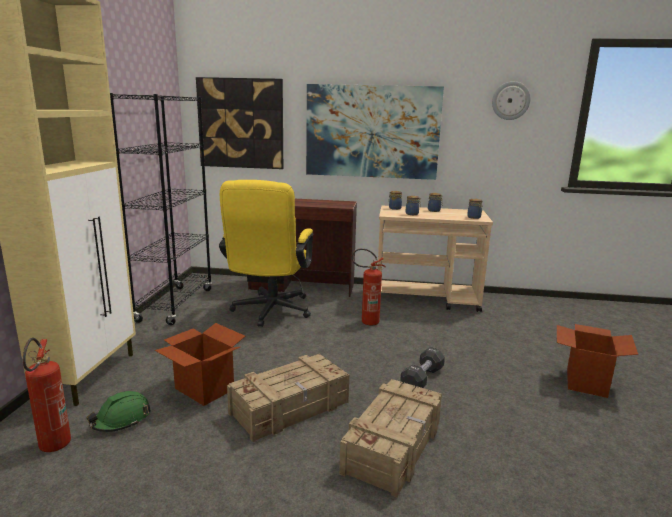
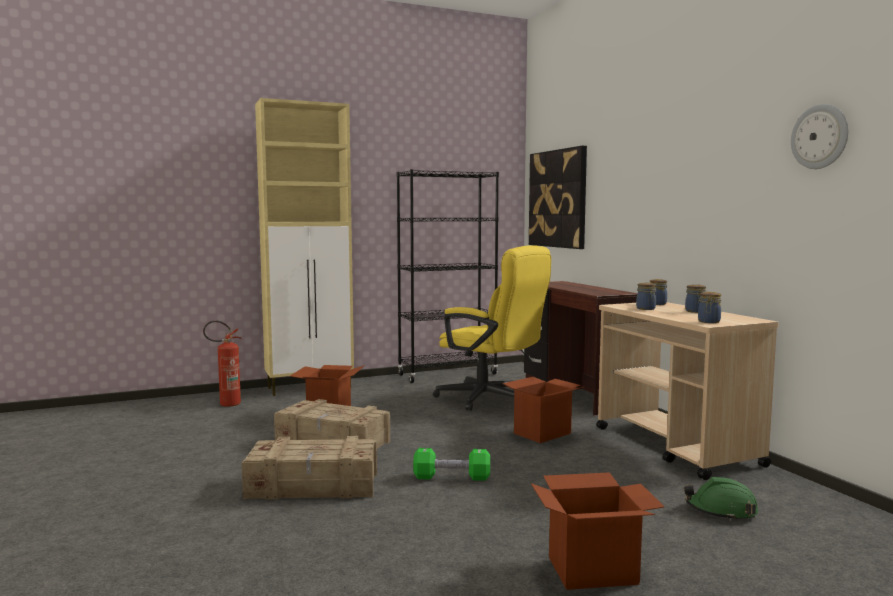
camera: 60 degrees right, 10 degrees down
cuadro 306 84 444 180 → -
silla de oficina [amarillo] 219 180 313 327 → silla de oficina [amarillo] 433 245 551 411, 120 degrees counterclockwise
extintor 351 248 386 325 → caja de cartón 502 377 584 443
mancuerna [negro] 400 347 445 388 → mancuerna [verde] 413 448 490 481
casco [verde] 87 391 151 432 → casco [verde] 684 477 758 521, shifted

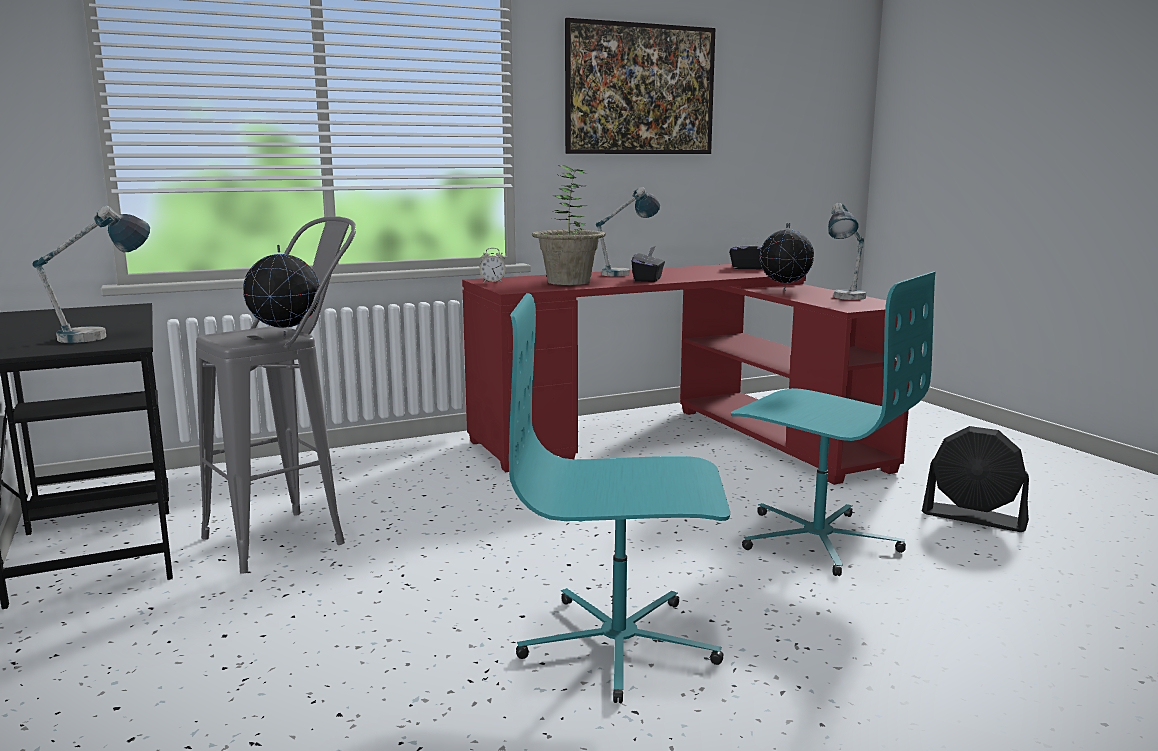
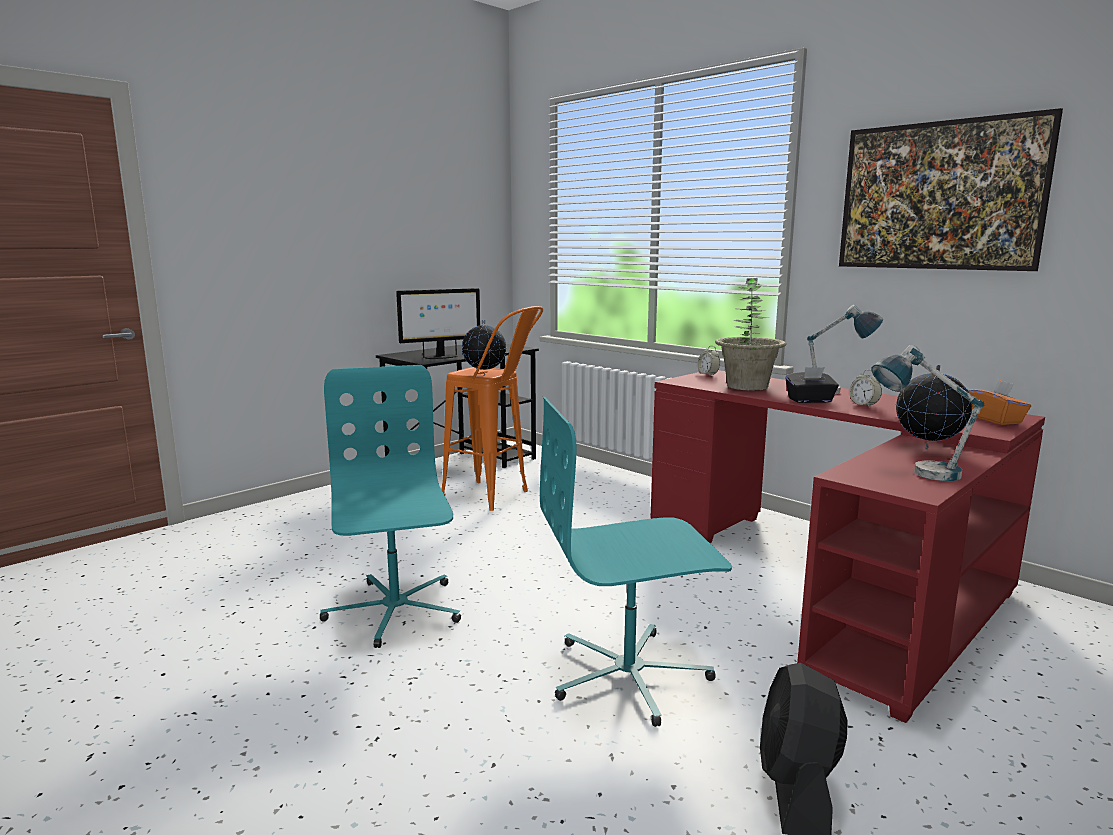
camera: 70 degrees right, 0 degrees up
lámpara de mesa 32 206 150 343 → monitor 396 288 480 359
taburete [gris] 196 216 356 573 → taburete [naranja] 441 306 543 511
caja de pañuelos [negro] 729 237 762 269 → caja de pañuelos [naranja] 968 380 1031 425
silla de oficina [turquesa] 731 271 936 576 → silla de oficina [turquesa] 540 397 732 727, 60 degrees clockwise
- → despertador 849 369 882 407

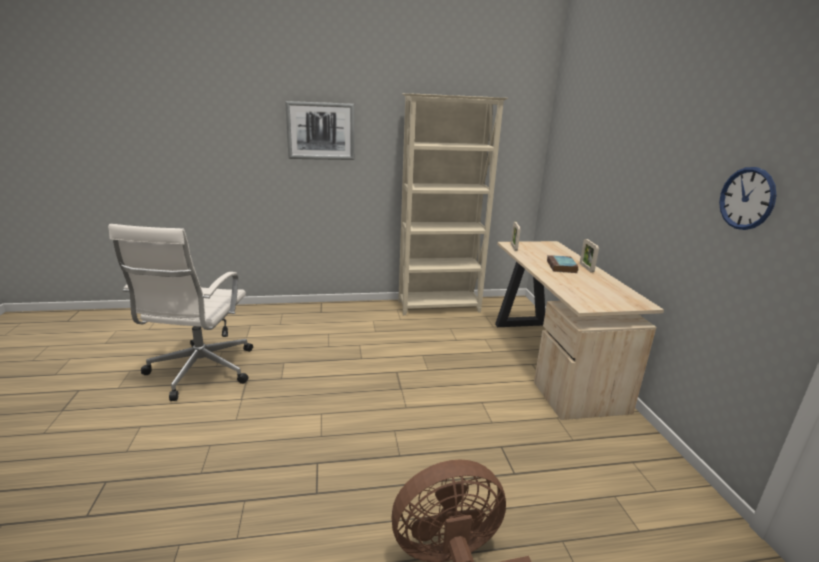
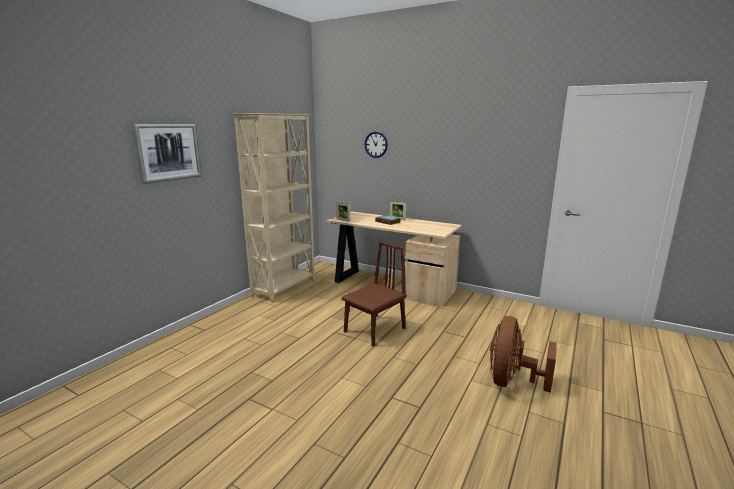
camera: 50 degrees left, 5 degrees down
reloj de pared 719 167 776 230 → reloj de pared 364 131 388 158, shifted
silla de oficina [blanco] 108 224 253 401 → -
- → silla [marrón] 342 242 406 346

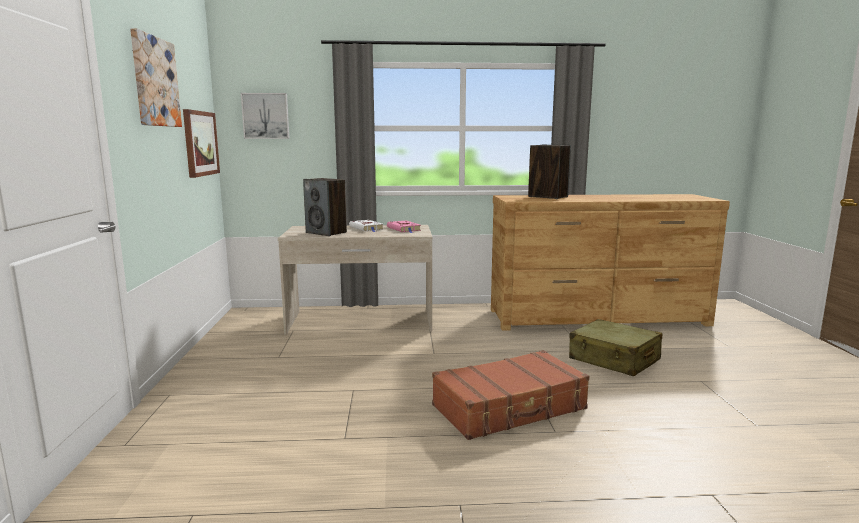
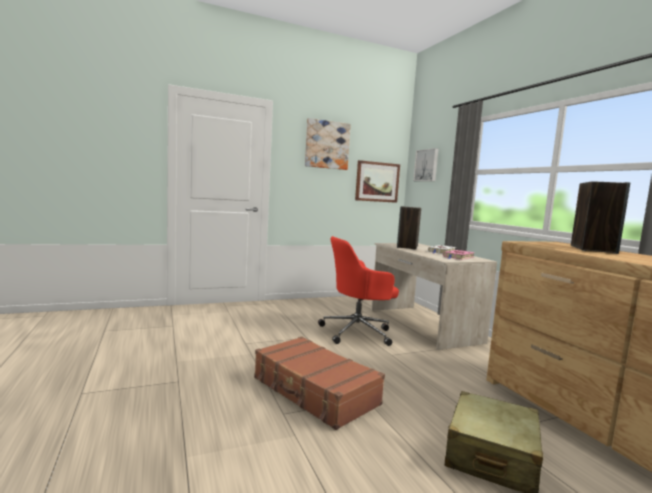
camera: 70 degrees right, 5 degrees down
- → silla de oficina [rojo] 318 236 399 346

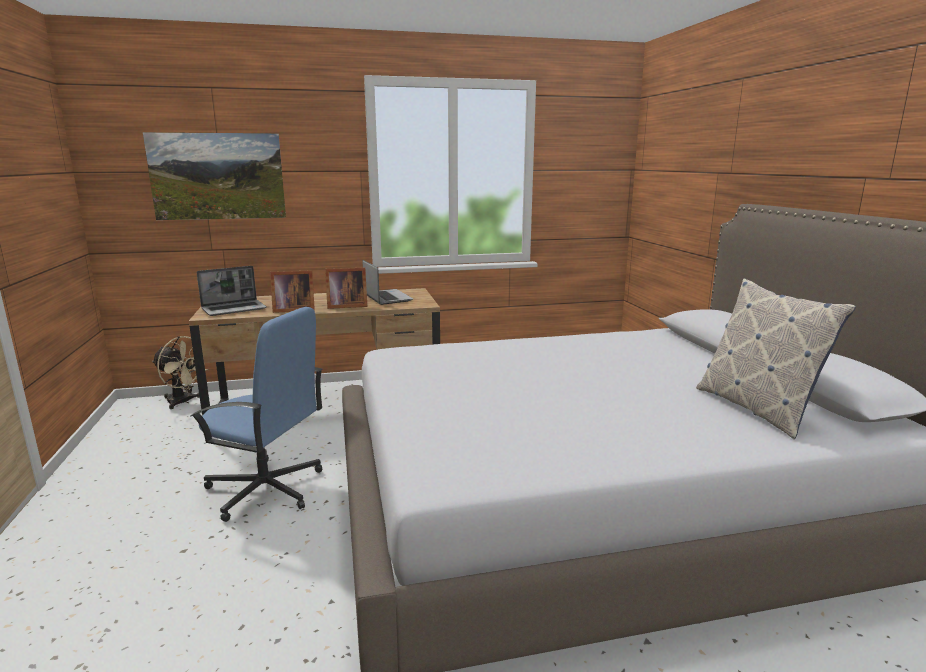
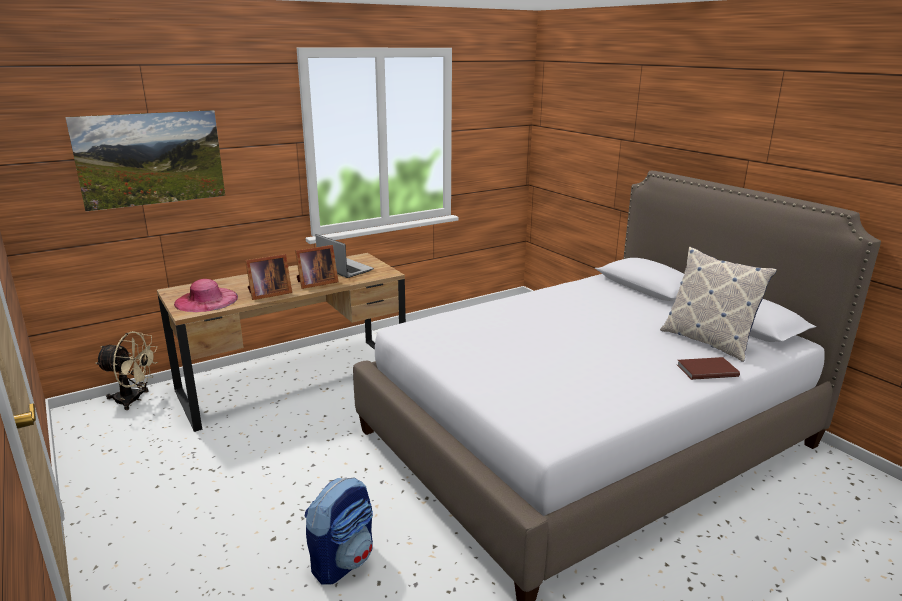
camera: 20 degrees left, 5 degrees up
portátil 197 266 267 316 → sombrero [rosa] 174 279 238 312
silla de oficina [azul] 190 307 323 522 → -
- → libro [marrón] 677 357 740 380
- → mochila 304 477 373 585

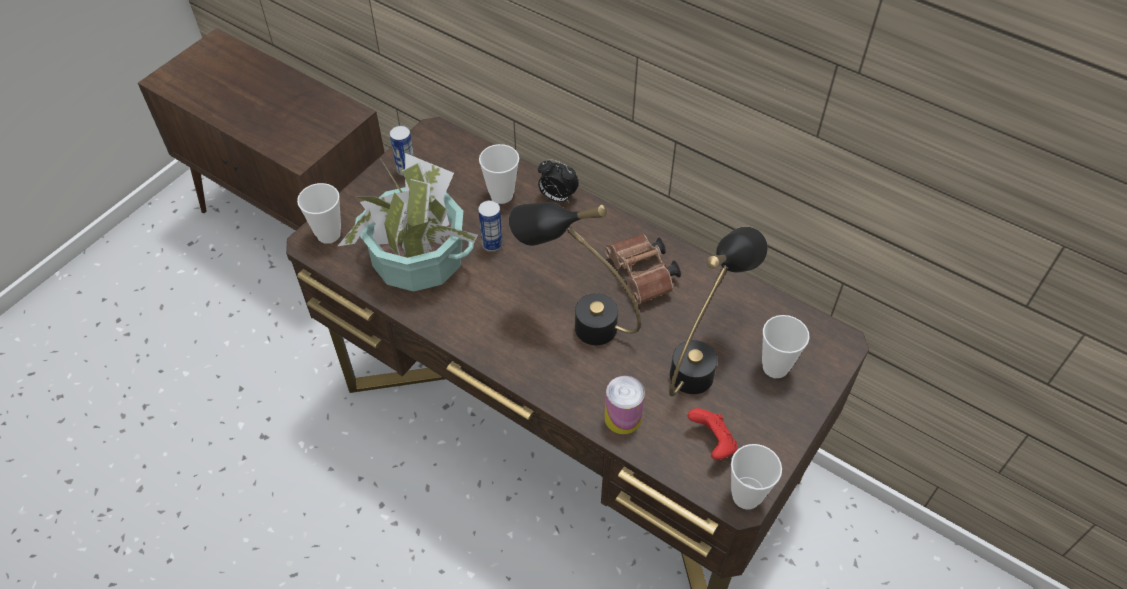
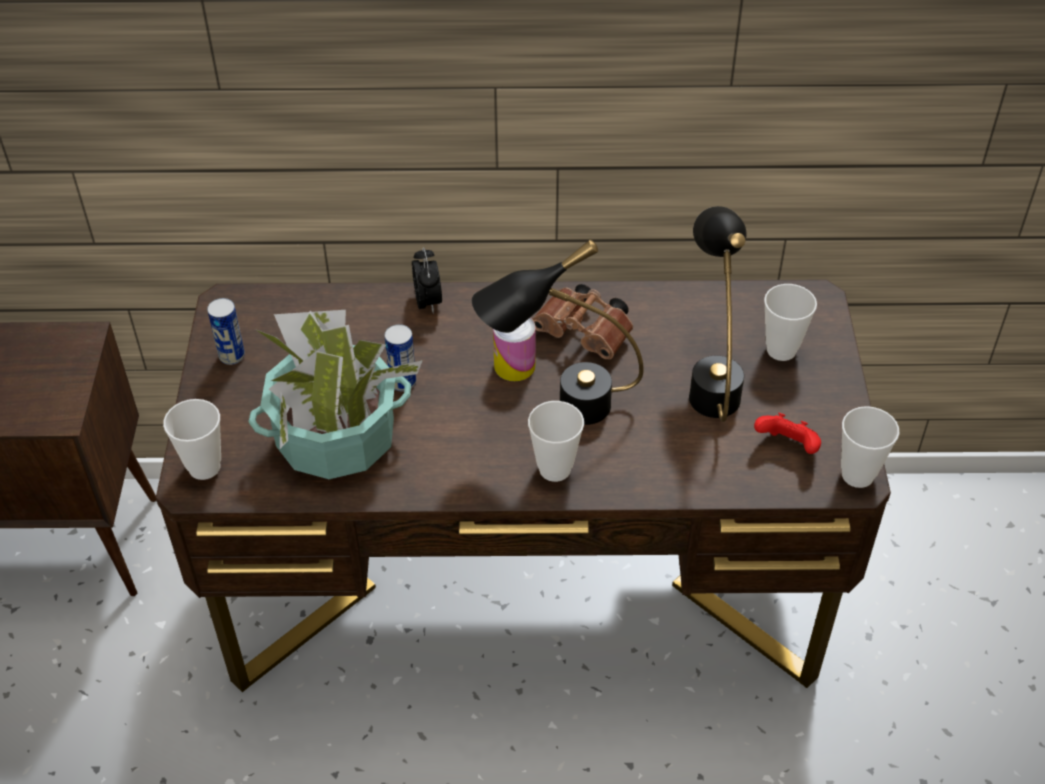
camera: 35 degrees left, 5 degrees down
taza 479 144 519 204 → taza 528 401 584 482, shifted
despertador 538 159 579 202 → despertador 412 247 442 314, 90 degrees counterclockwise
lata 605 376 645 434 → lata 493 318 536 381, shifted

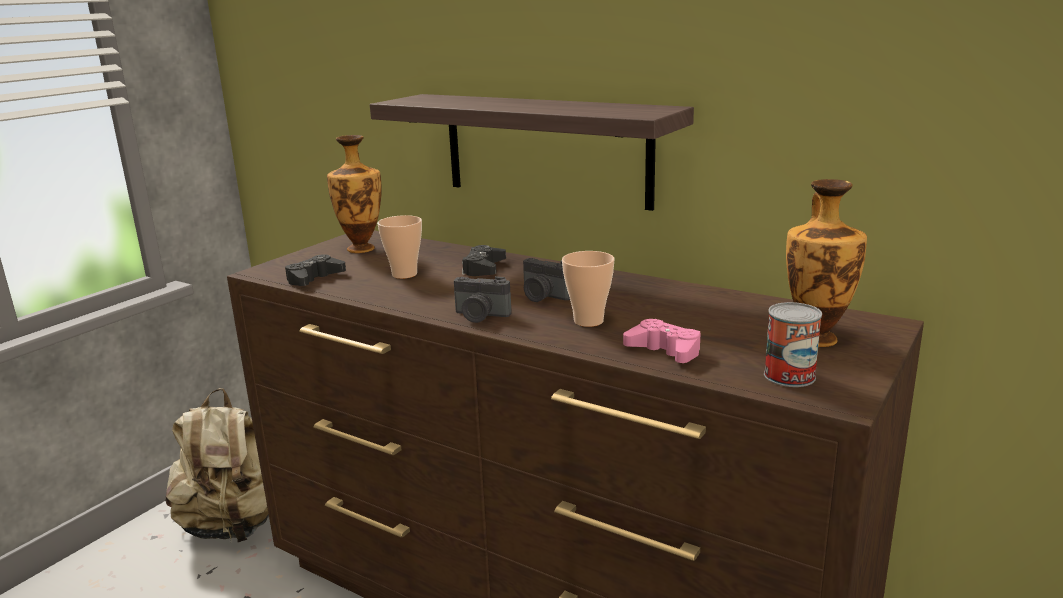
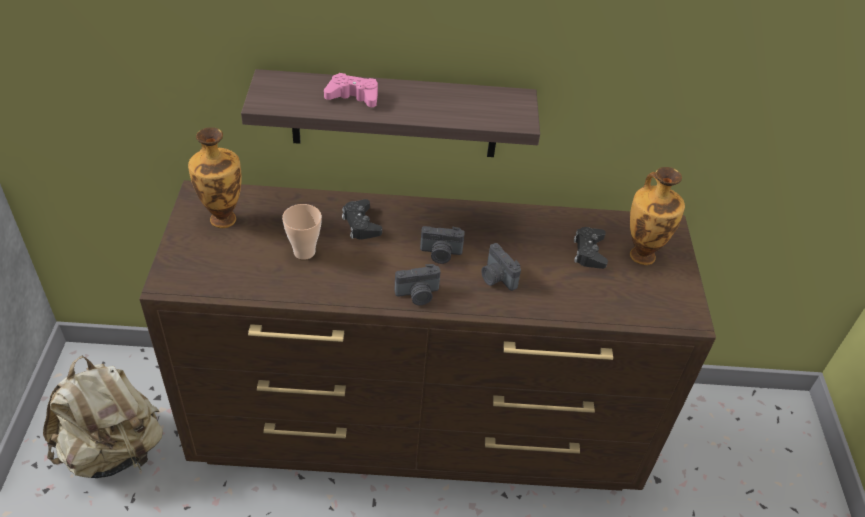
camera: 35 degrees left, 25 degrees up
taza 562 251 614 327 → cámara 481 243 521 291
mando de consola [negro] 285 254 346 286 → mando de consola [negro] 574 227 608 269, shifted
lata 764 302 822 387 → -
mando de consola [rosa] 623 319 701 363 → mando de consola [rosa] 324 73 378 107, shifted

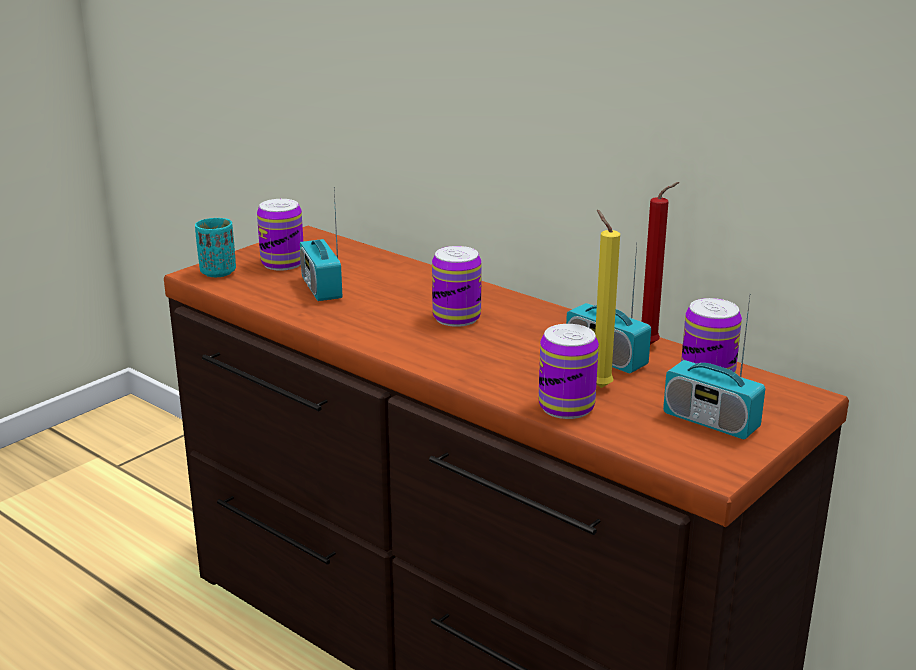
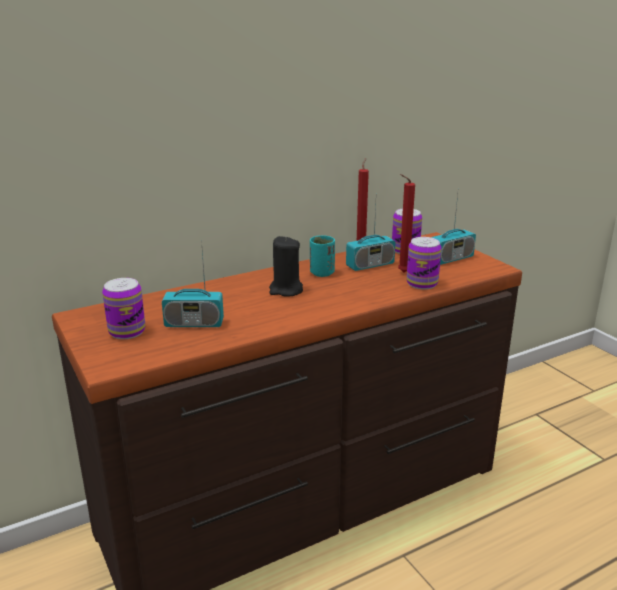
camera: 70 degrees left, 0 degrees up
vela [amarillo] 595 210 620 388 → vela [rojo] 398 174 415 272
taza [turquesa] 195 218 236 277 → taza [turquesa] 310 235 335 277, shifted
lata 432 246 482 327 → vela [negro] 269 236 303 296

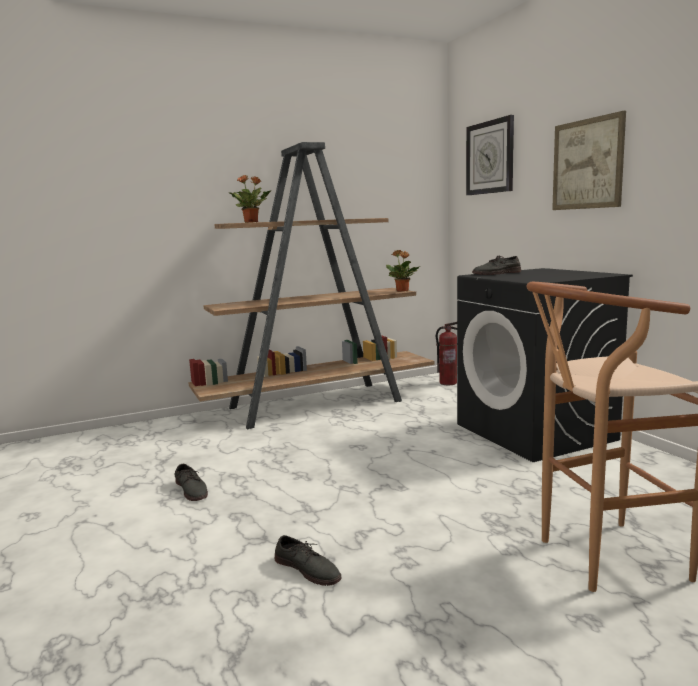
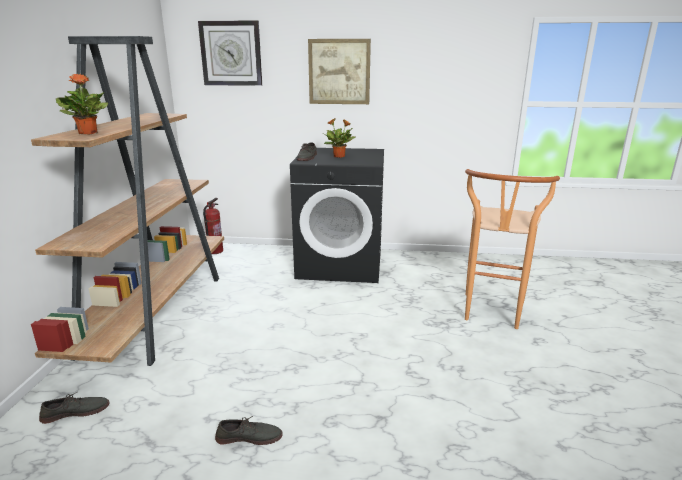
camera: 60 degrees left, 10 degrees up
planta en maceta 386 250 420 292 → planta en maceta 323 118 355 158, shifted
zapato [gris] 275 535 341 586 → zapato [gris] 39 392 110 424, shifted

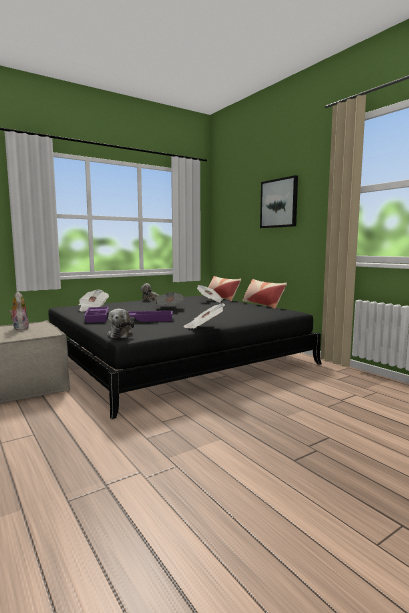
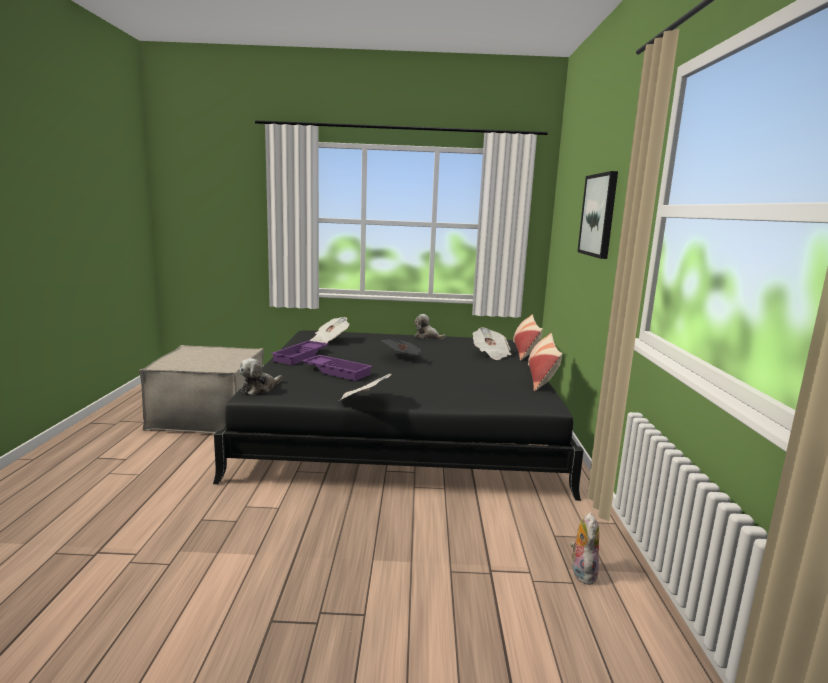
camera: 35 degrees right, 5 degrees up
peluche 9 292 29 330 → peluche 570 512 599 585, shifted

